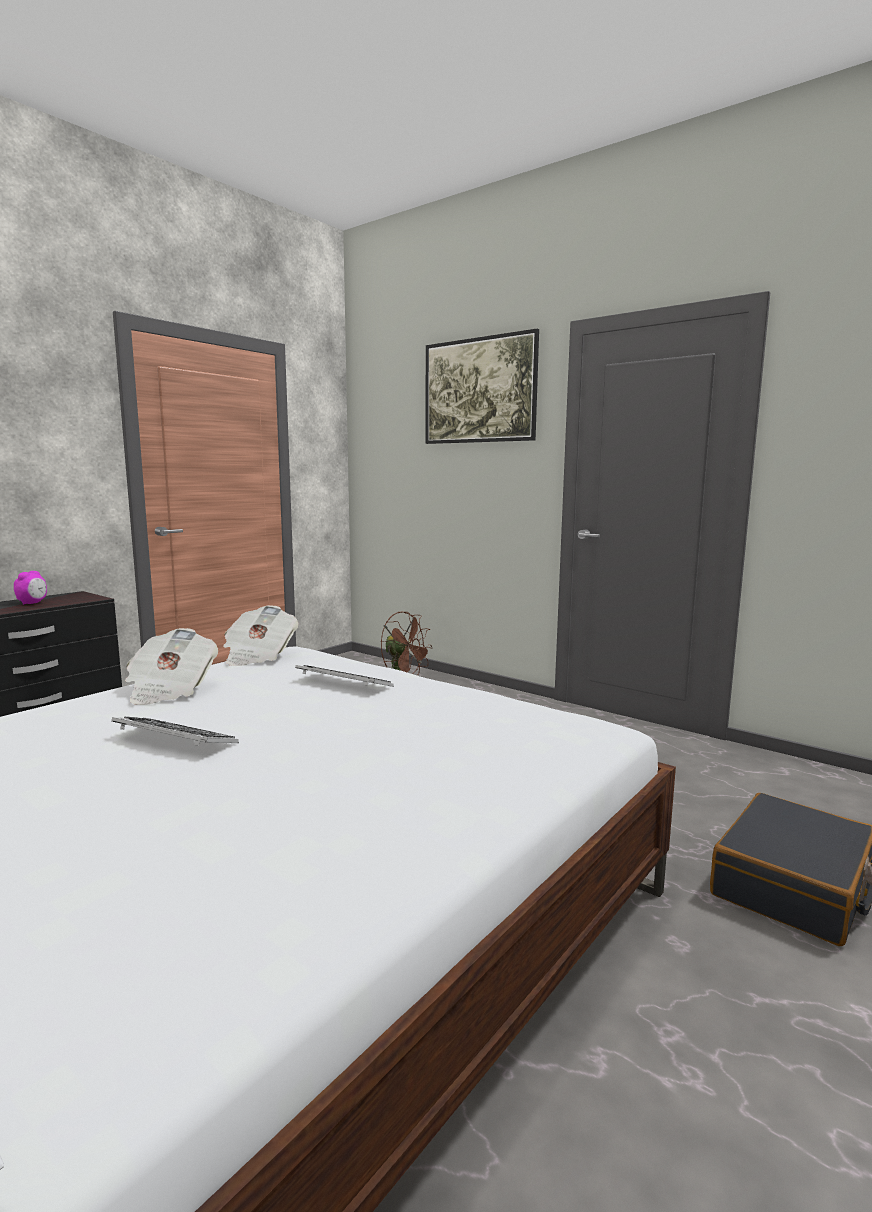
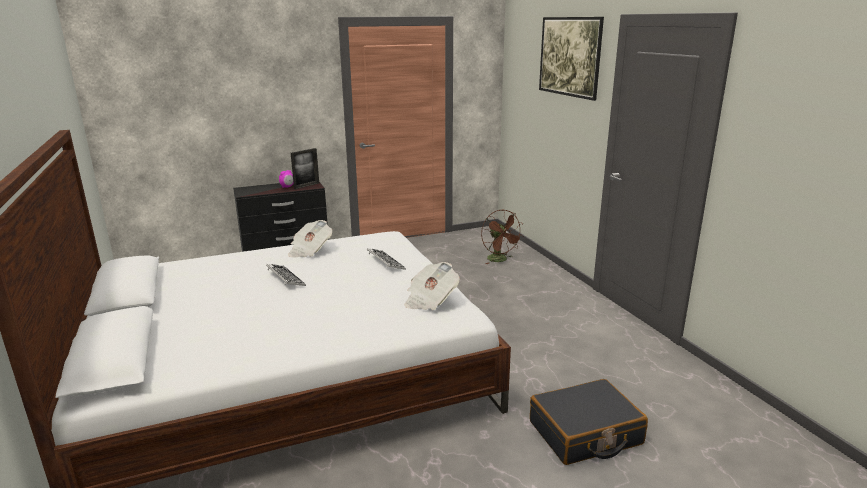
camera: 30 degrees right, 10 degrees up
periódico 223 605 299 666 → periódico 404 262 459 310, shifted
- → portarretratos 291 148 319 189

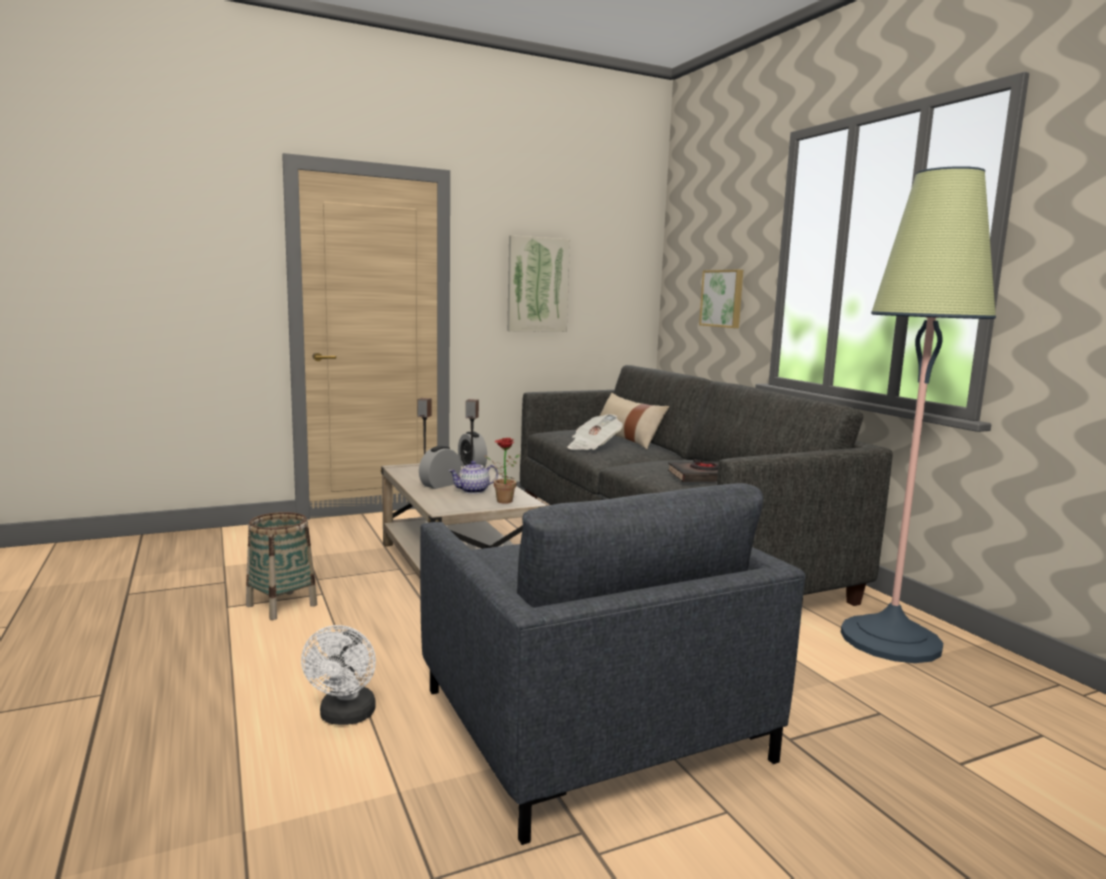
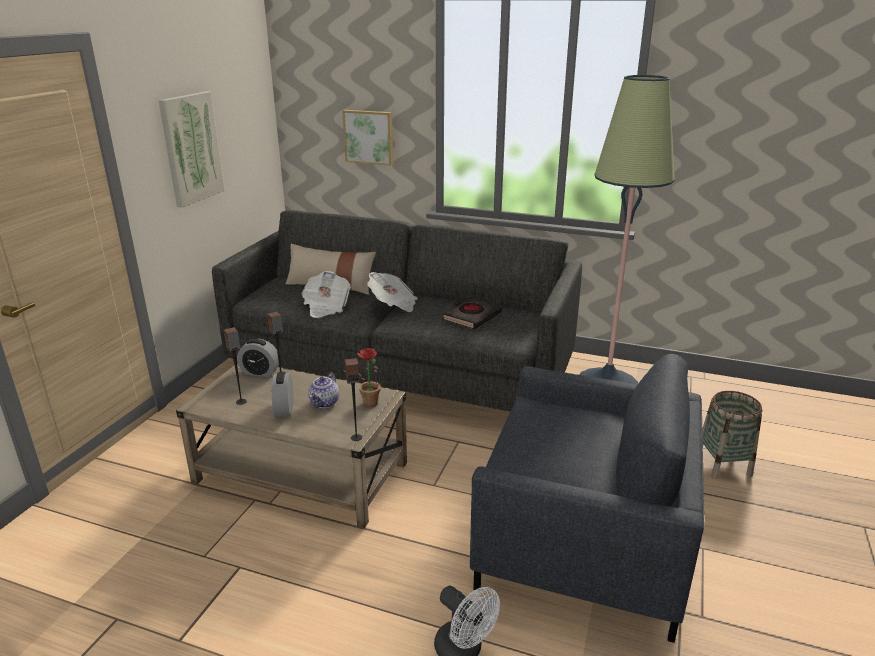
camera: 45 degrees left, 15 degrees up
cesta 246 512 317 620 → cesta 702 391 762 479, shifted
- → periódico 367 272 417 312
- → altavoz 345 358 362 441

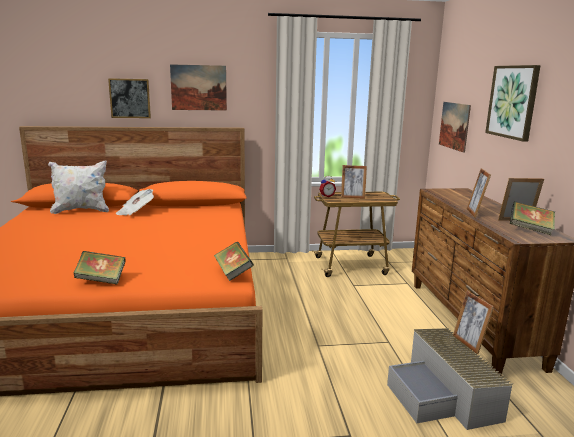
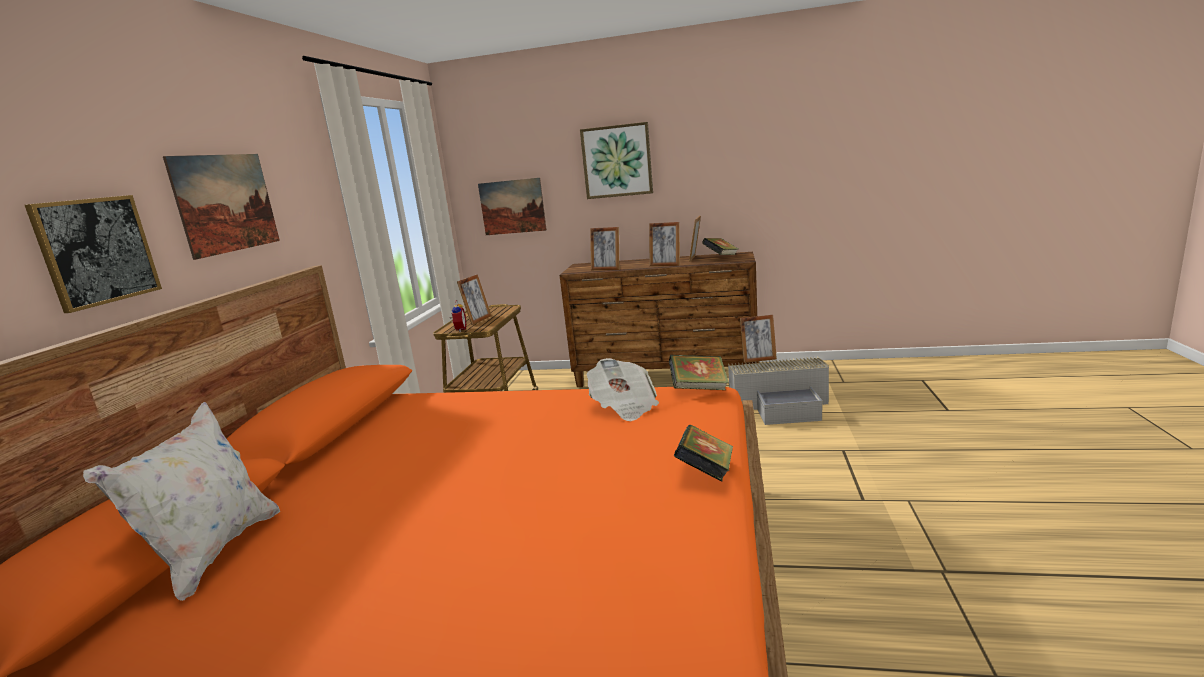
camera: 70 degrees left, 0 degrees up
periódico 116 189 154 216 → periódico 587 358 659 421, shifted
- → portarretratos 590 227 619 270

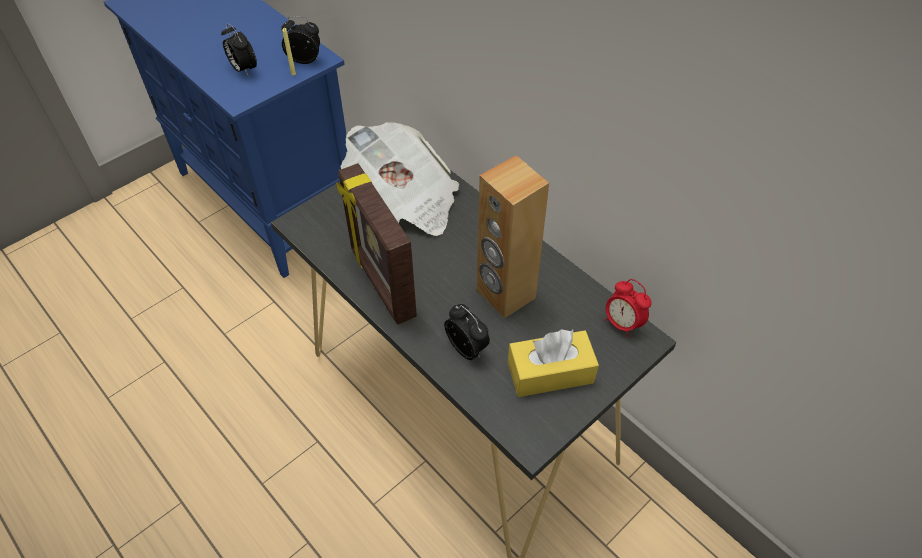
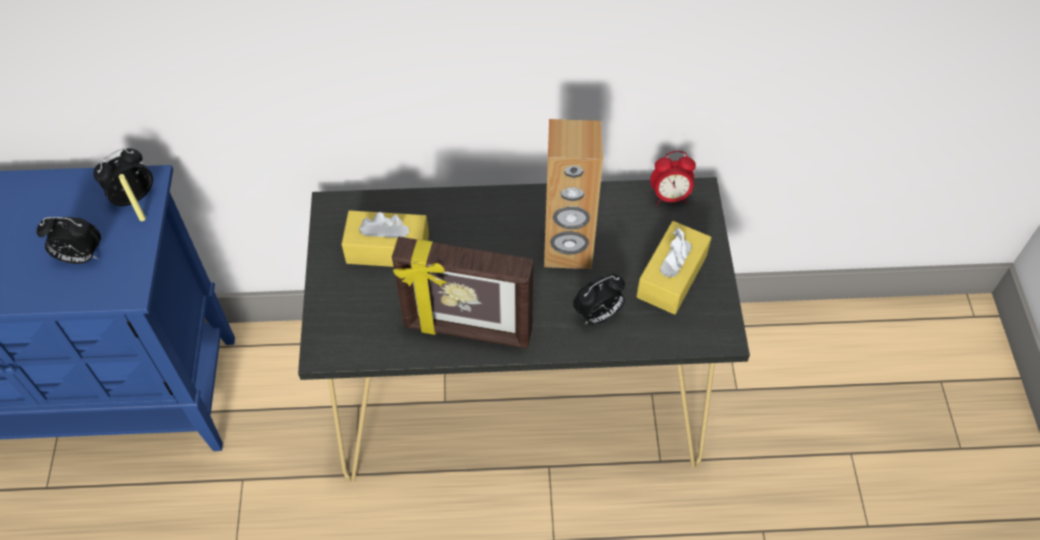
camera: 50 degrees left, 5 degrees up
periódico 340 122 459 236 → caja de pañuelos [amarillo] 341 210 429 267
despertador 444 304 490 360 → despertador 573 274 625 325, 150 degrees clockwise

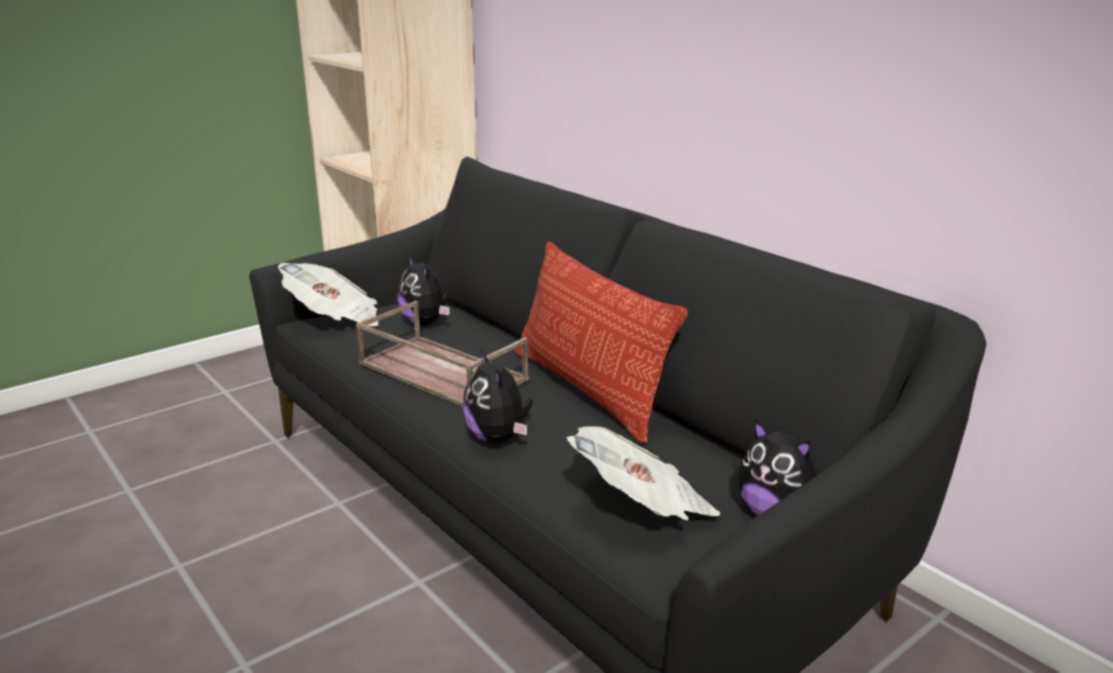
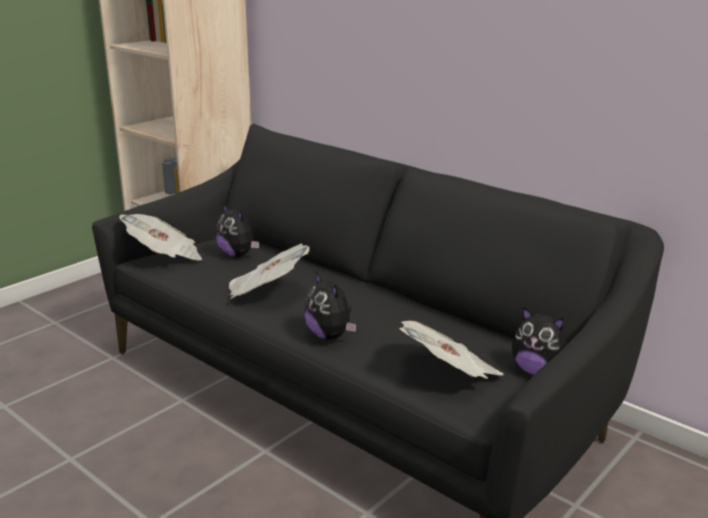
camera: 10 degrees left, 0 degrees up
cojín 515 241 688 443 → -
bandeja [marrón] 356 301 529 407 → periódico 229 244 310 299

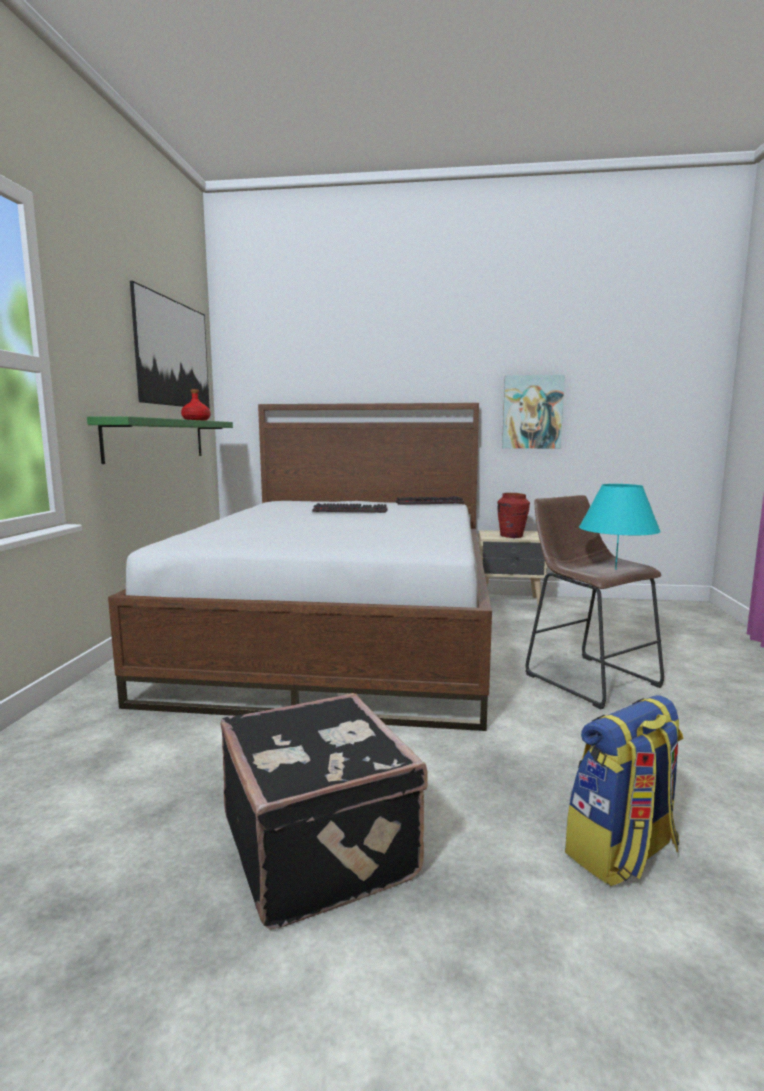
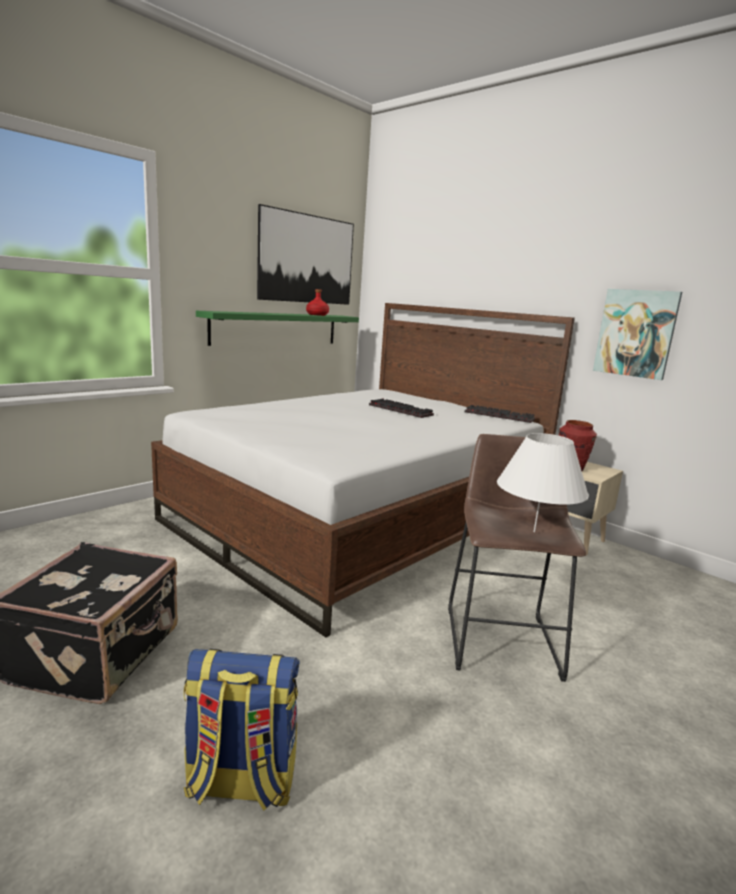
camera: 35 degrees right, 5 degrees up
lámpara de mesa [turquesa] 579 484 661 570 → lámpara de mesa [blanco] 497 433 589 532

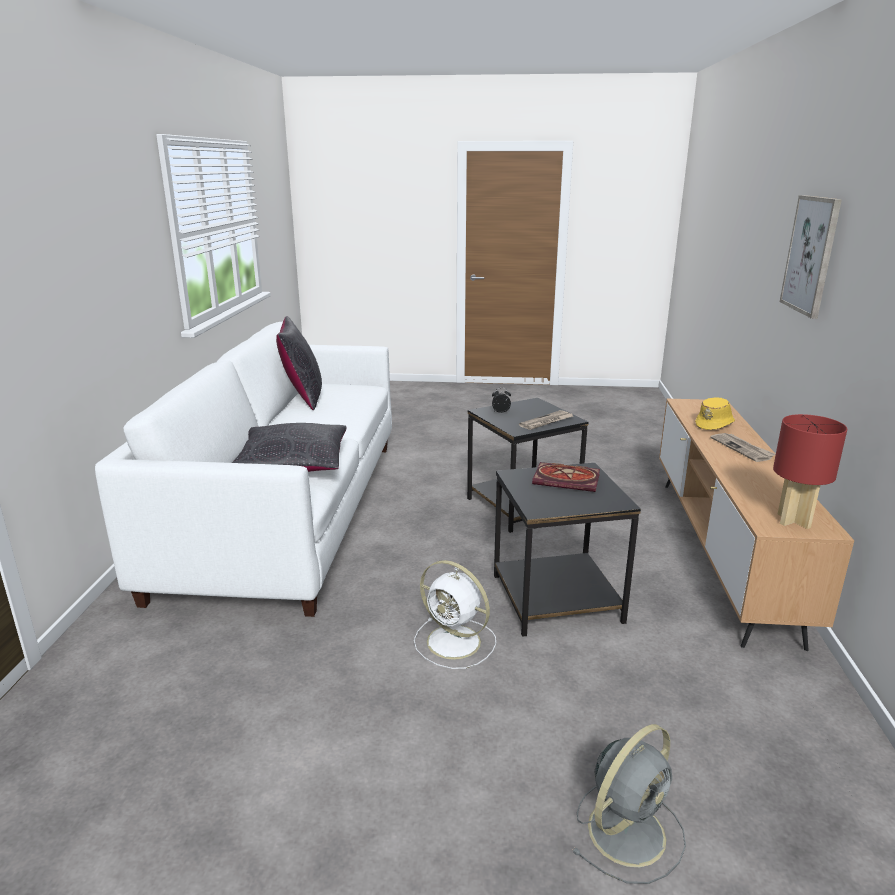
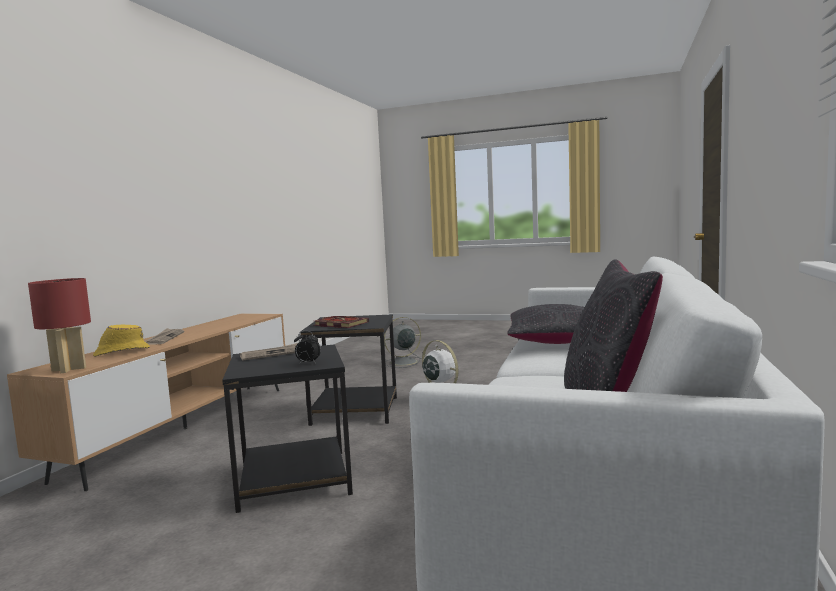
camera: 165 degrees left, 15 degrees down
cuadro 780 195 842 319 → -
lámpara de mesa [rojo] 773 414 847 529 → lámpara de mesa [rojo] 28 278 91 373, shifted

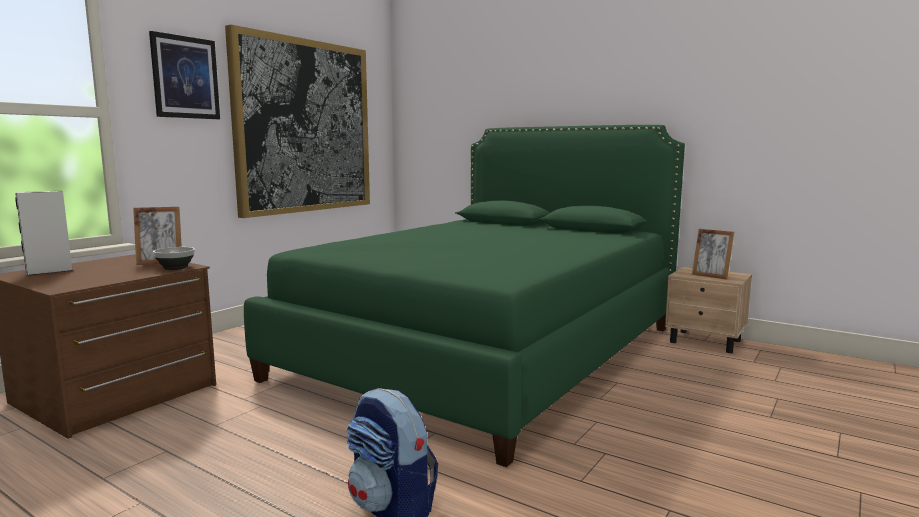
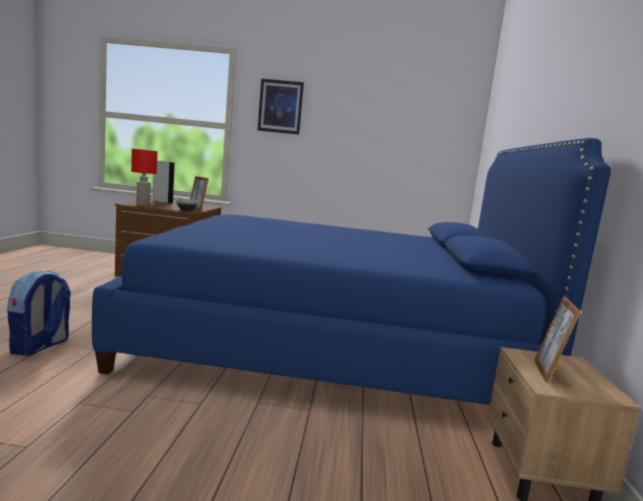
camera: 60 degrees right, 0 degrees up
cuadro 225 25 370 218 → -
cama [verde] 244 125 685 467 → cama [azul] 92 138 611 405
- → lámpara de mesa [rojo] 131 149 157 206

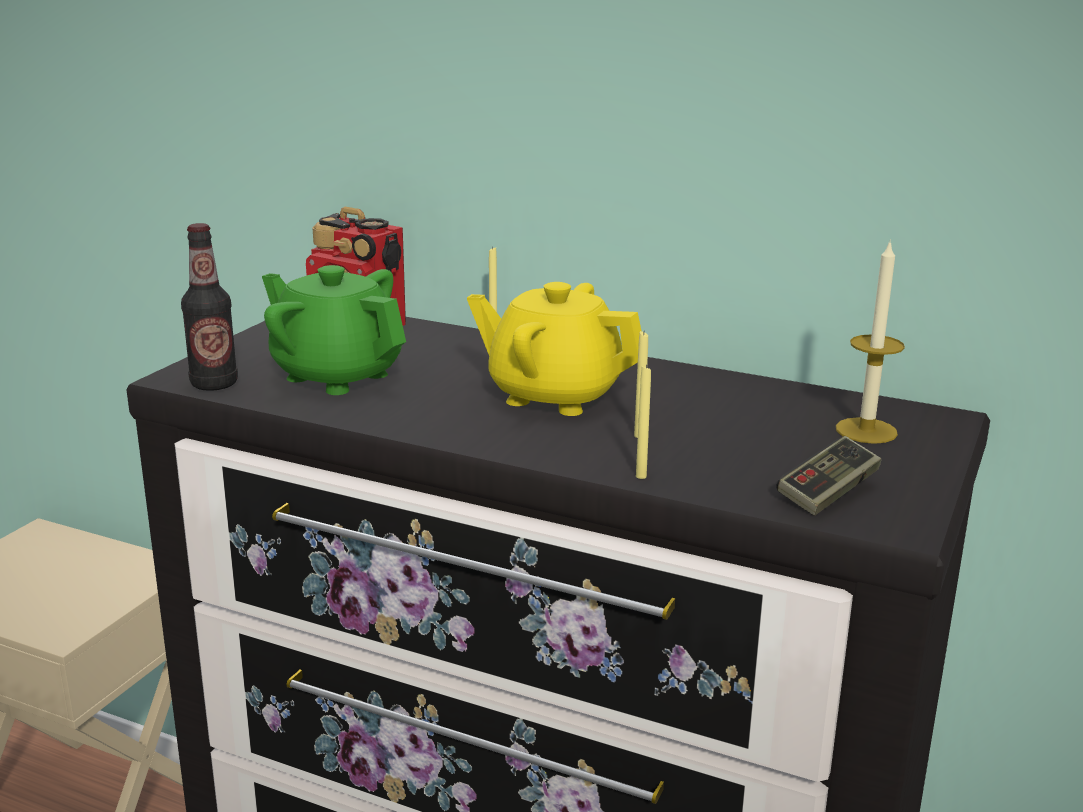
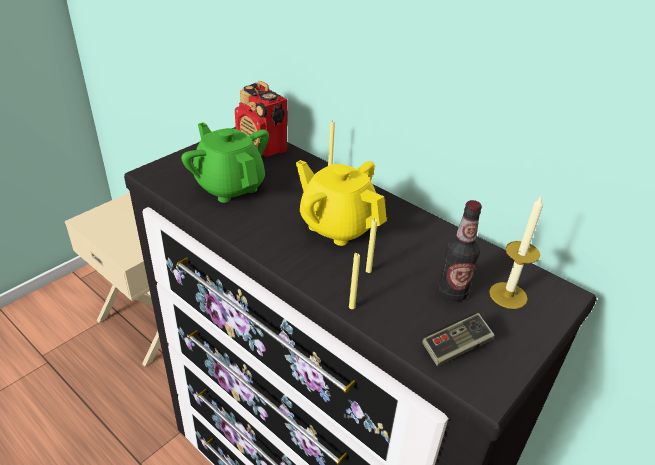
camera: 15 degrees right, 15 degrees up
botella 181 223 238 391 → botella 438 200 482 301, shifted

